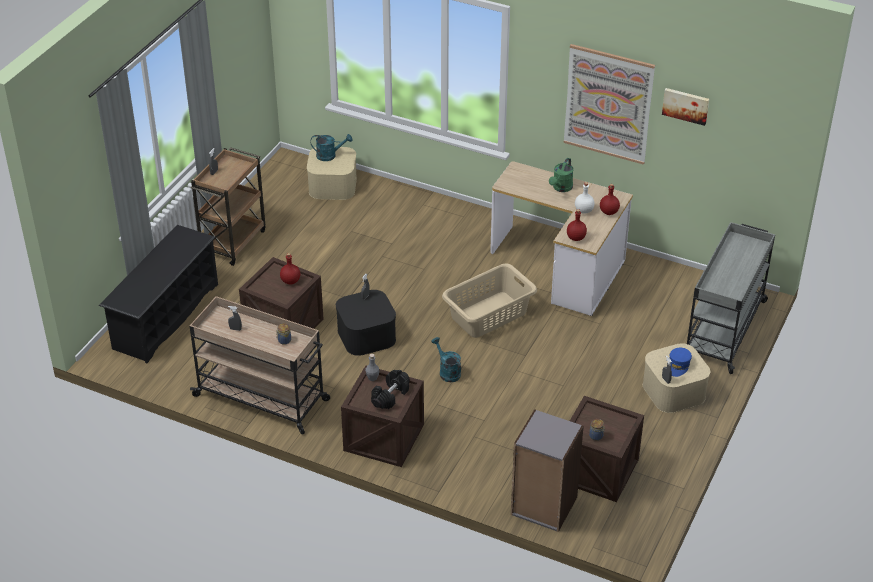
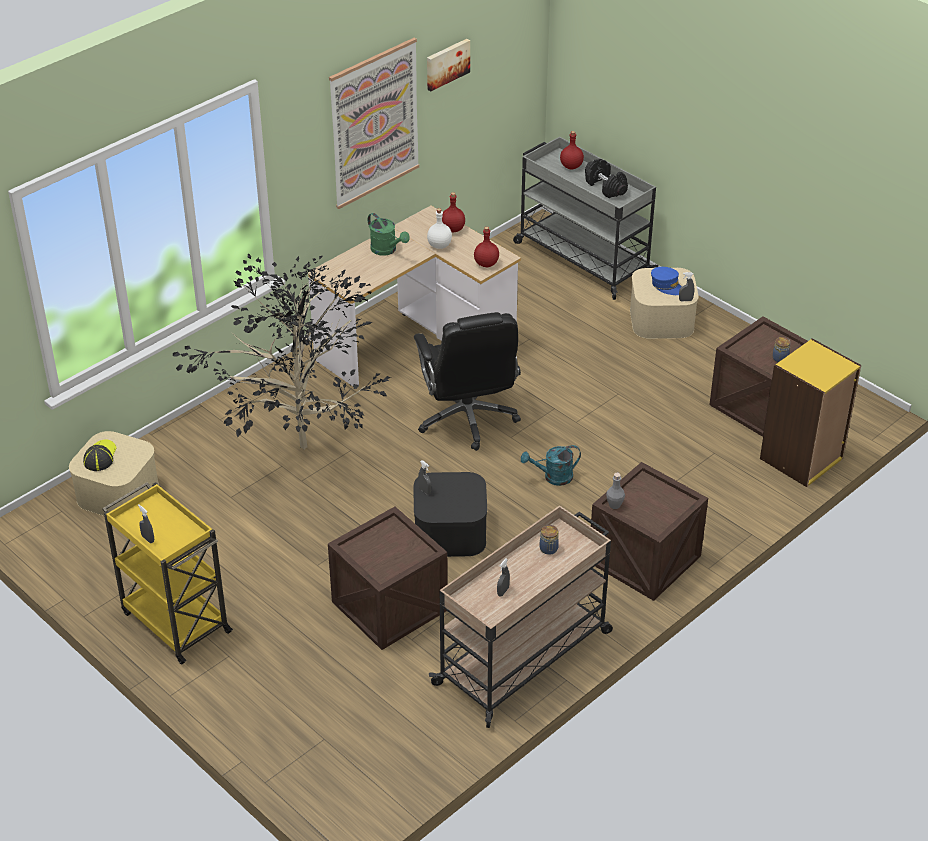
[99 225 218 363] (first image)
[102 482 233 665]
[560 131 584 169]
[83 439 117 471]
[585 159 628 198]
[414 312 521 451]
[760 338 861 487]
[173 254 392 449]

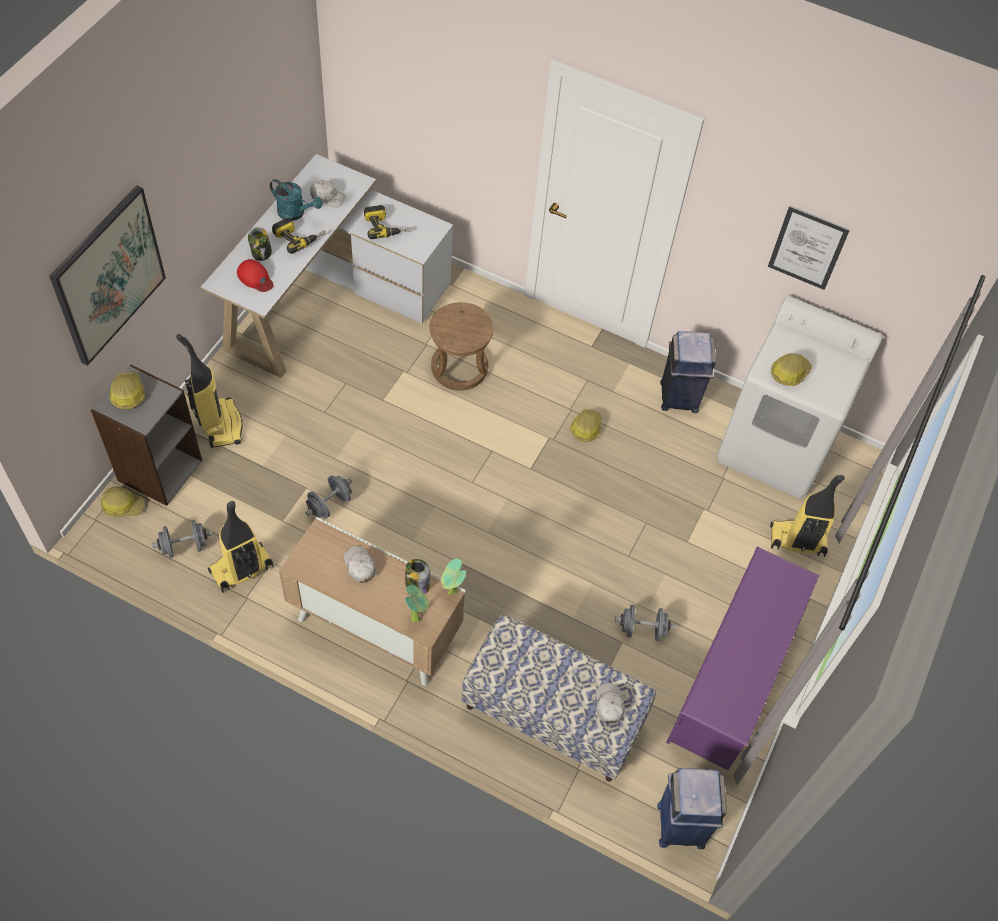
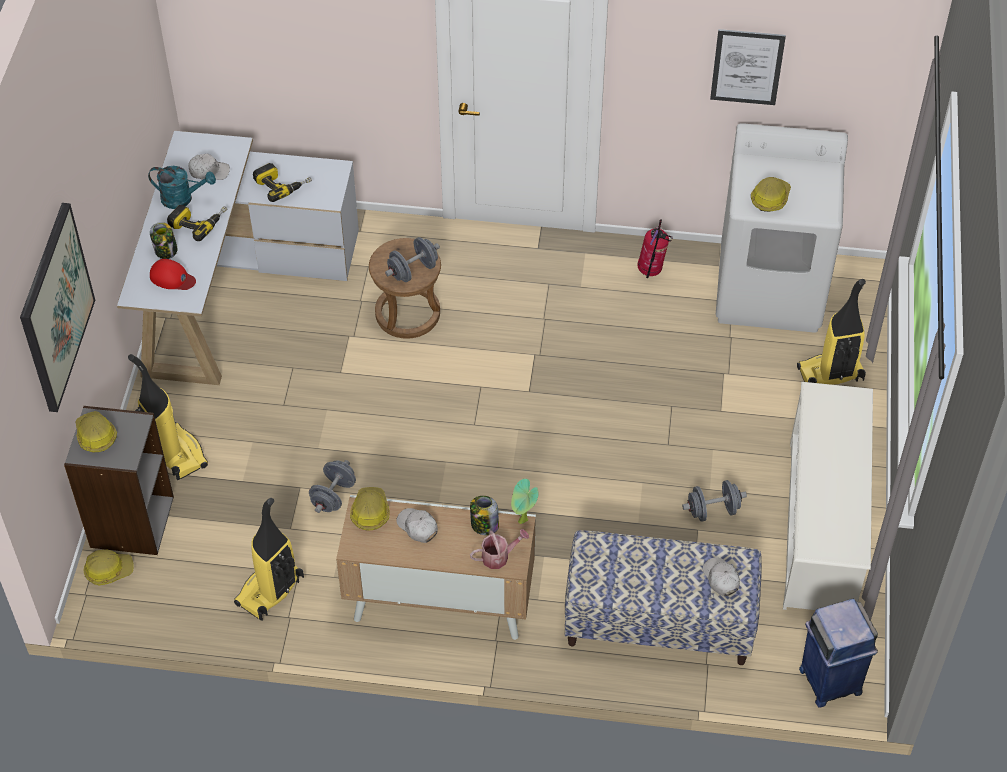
[385 237 440 282]
[470 529 529 569]
[350 487 390 531]
[637 219 673 278]
[783 382 873 610]

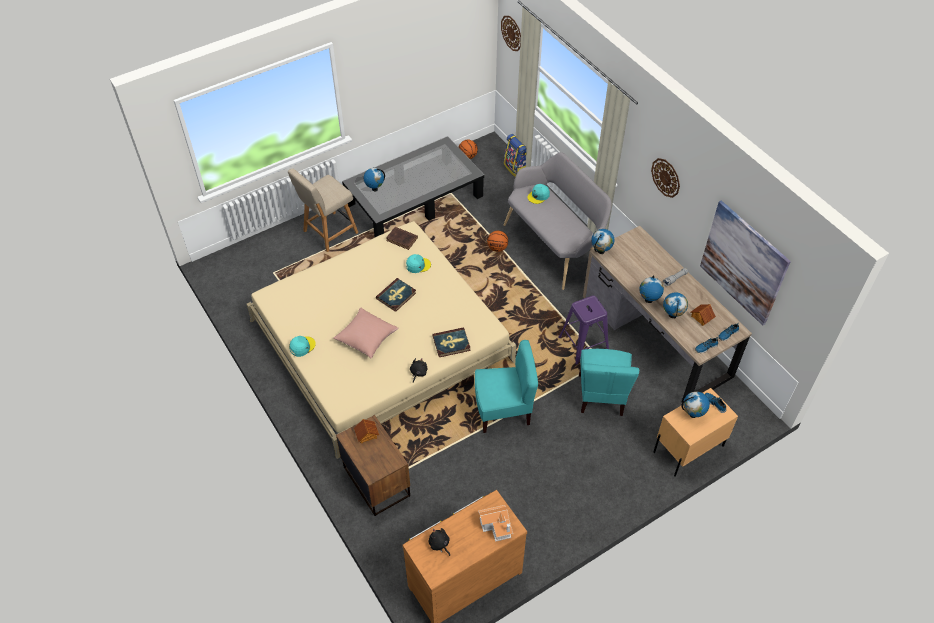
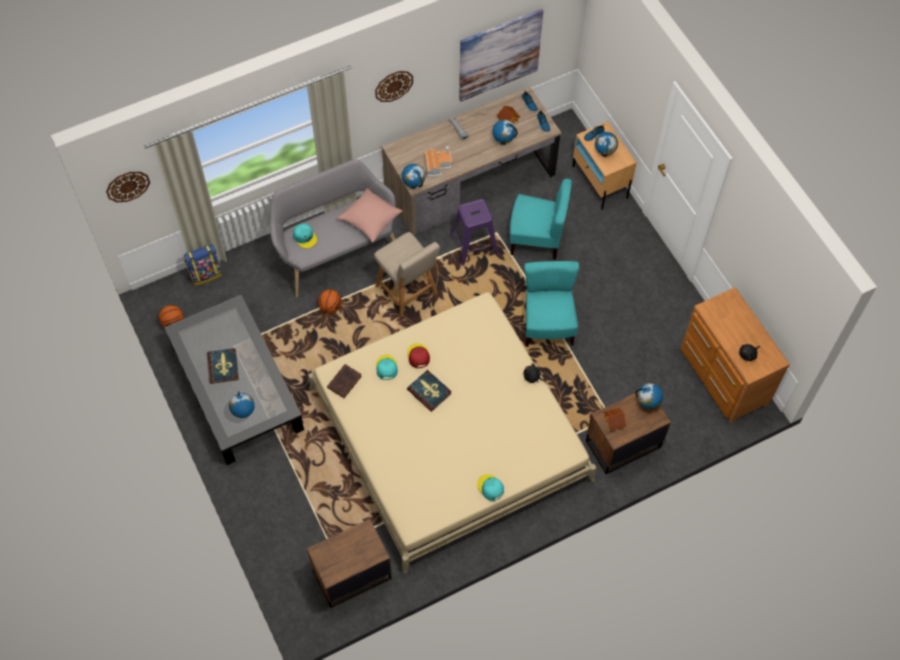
[374 232 440 317]
[337 188 403 242]
[207 348 239 384]
[425 146 452 177]
[635 383 663 409]
[307 519 391 608]
[407 343 430 368]

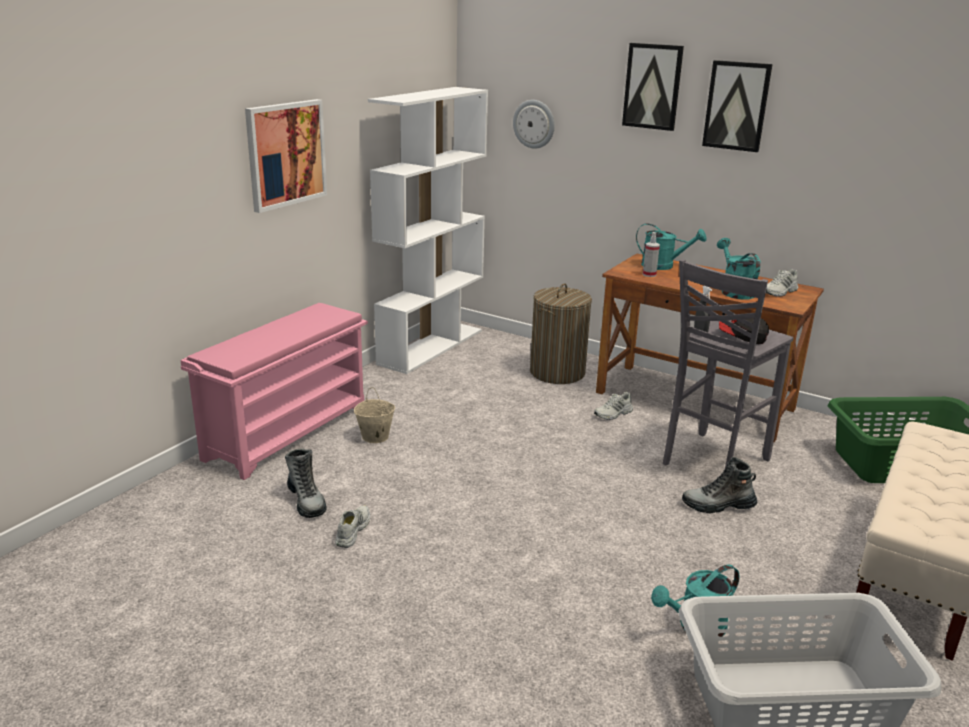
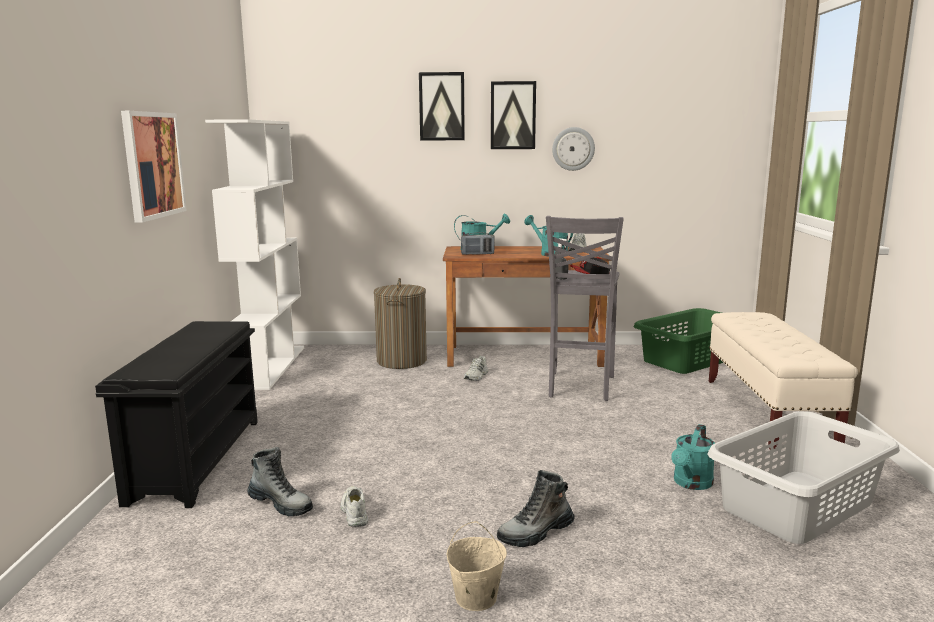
[95 321 258 508]
[446 521 507 611]
[552 127 595 171]
[461 232 495 255]
[497 470 575 547]

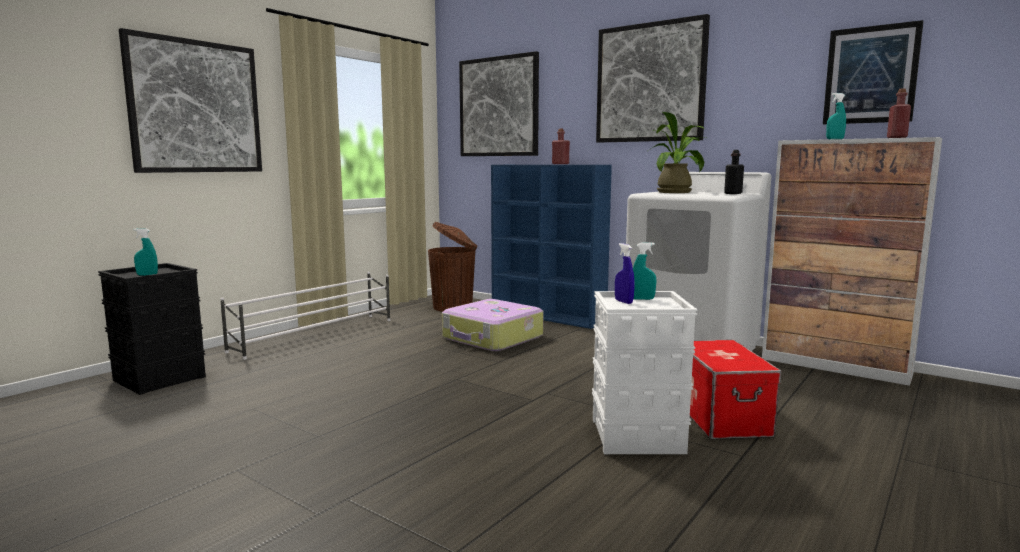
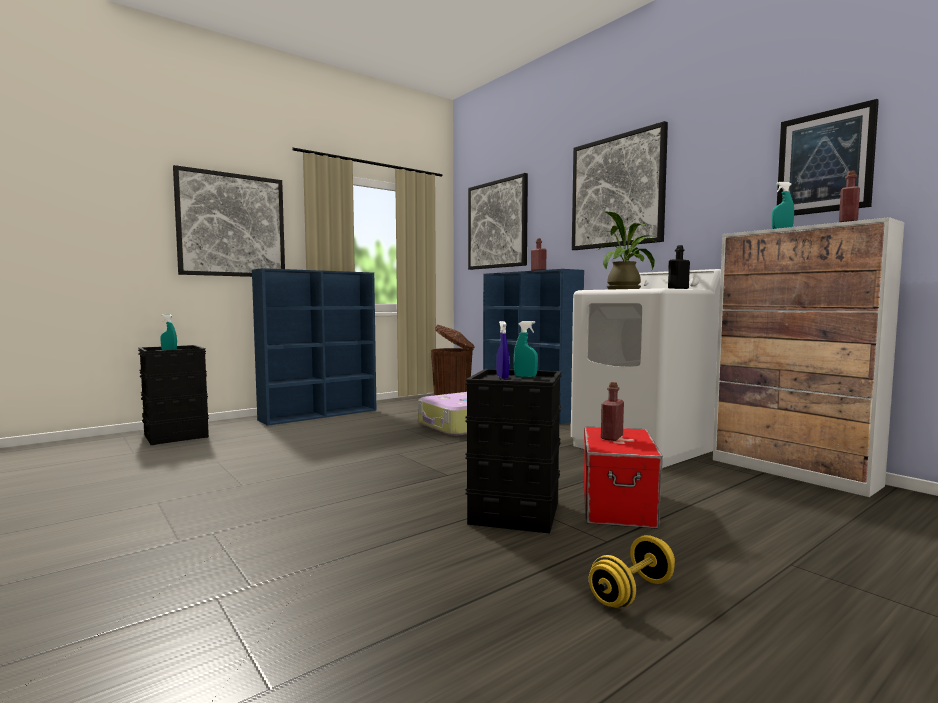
[252 268 376 426]
[465 369 562 534]
[589 535 675 608]
[601 382 624 441]

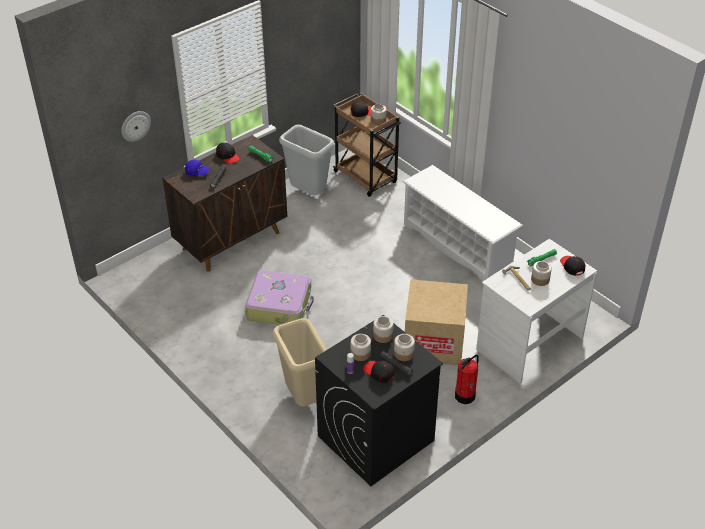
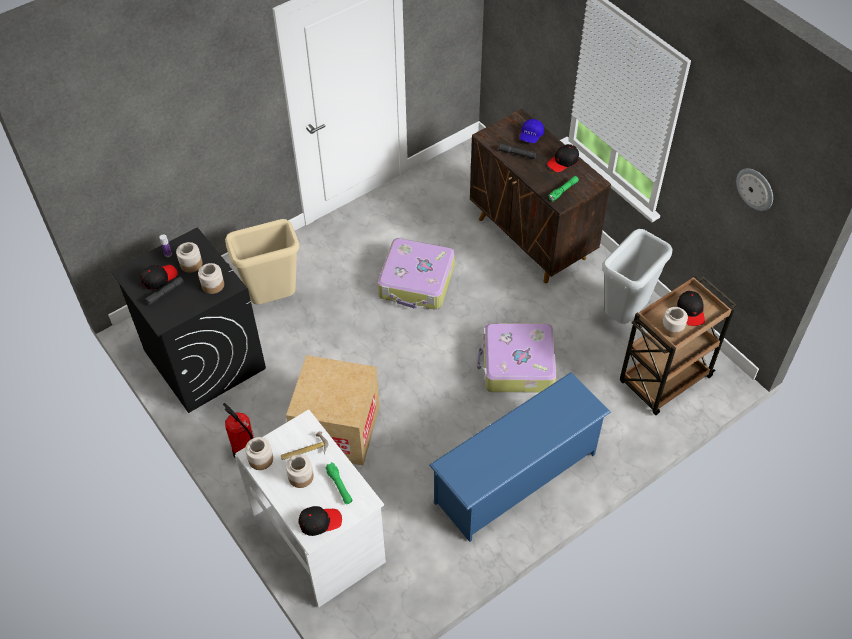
[736 168 773 211]
[245 437 273 470]
[429 372 611 542]
[477 323 557 392]

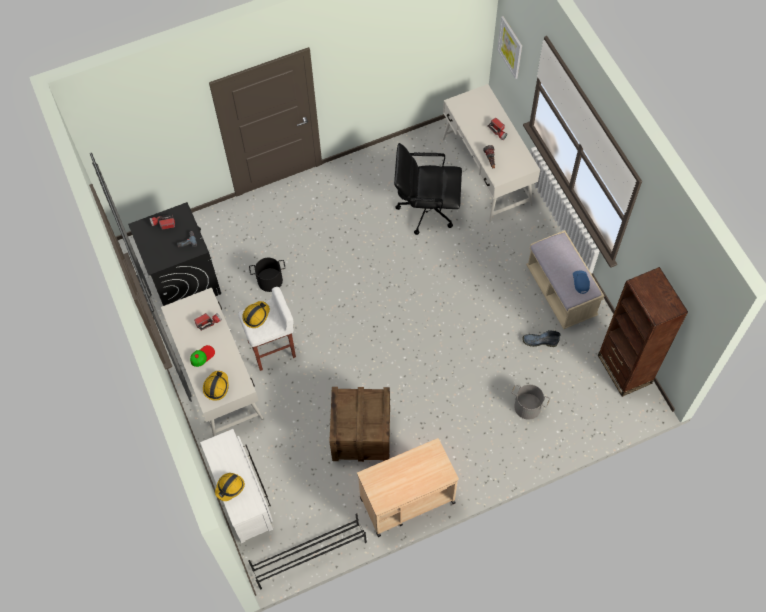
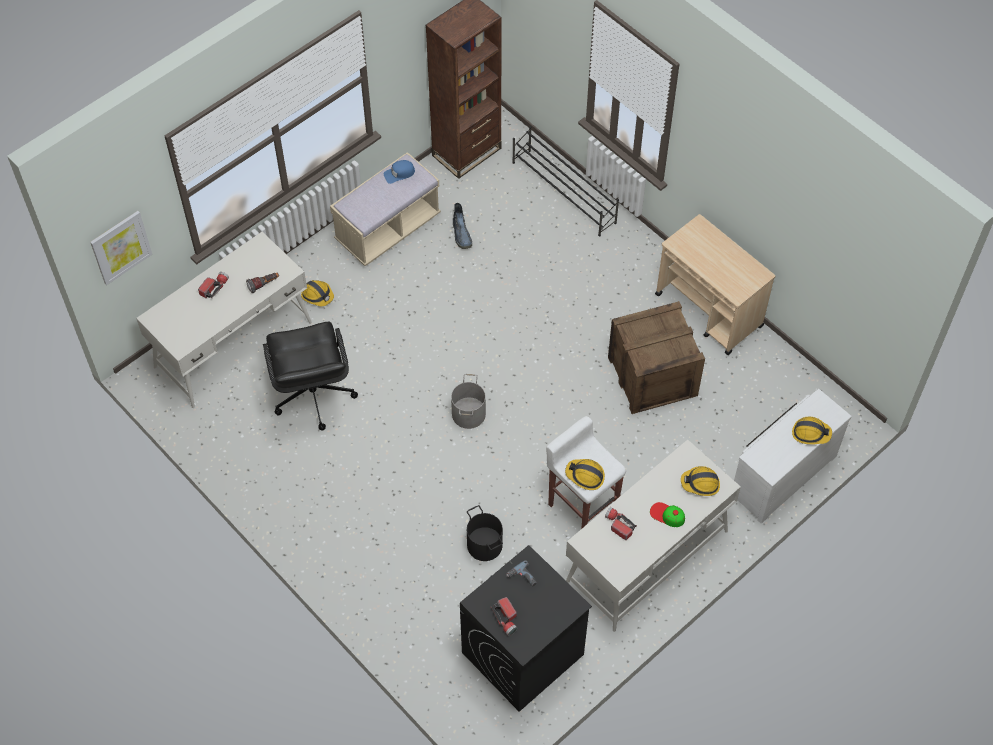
[512 126 619 236]
[451 374 486 429]
[301 280 334 306]

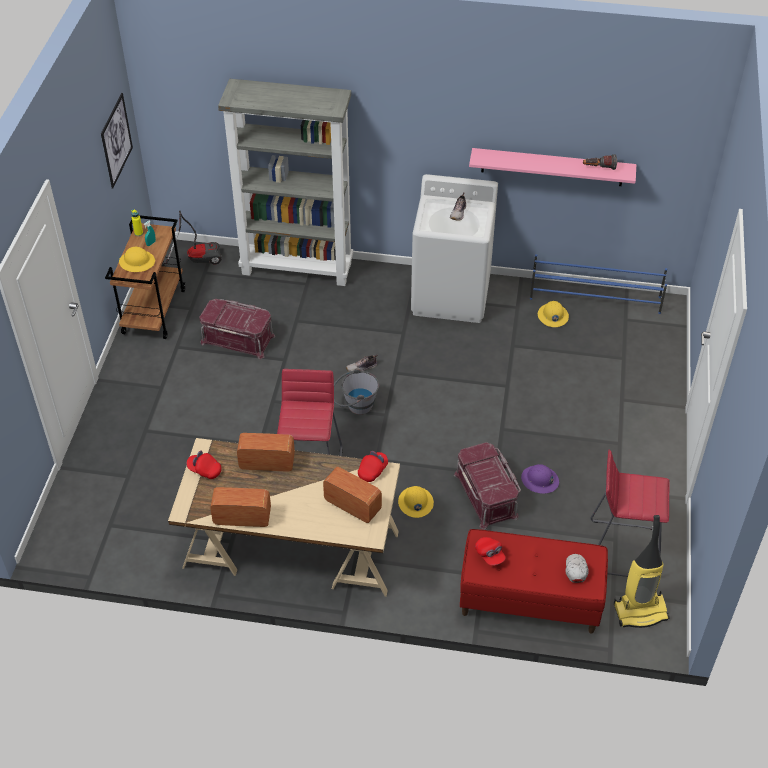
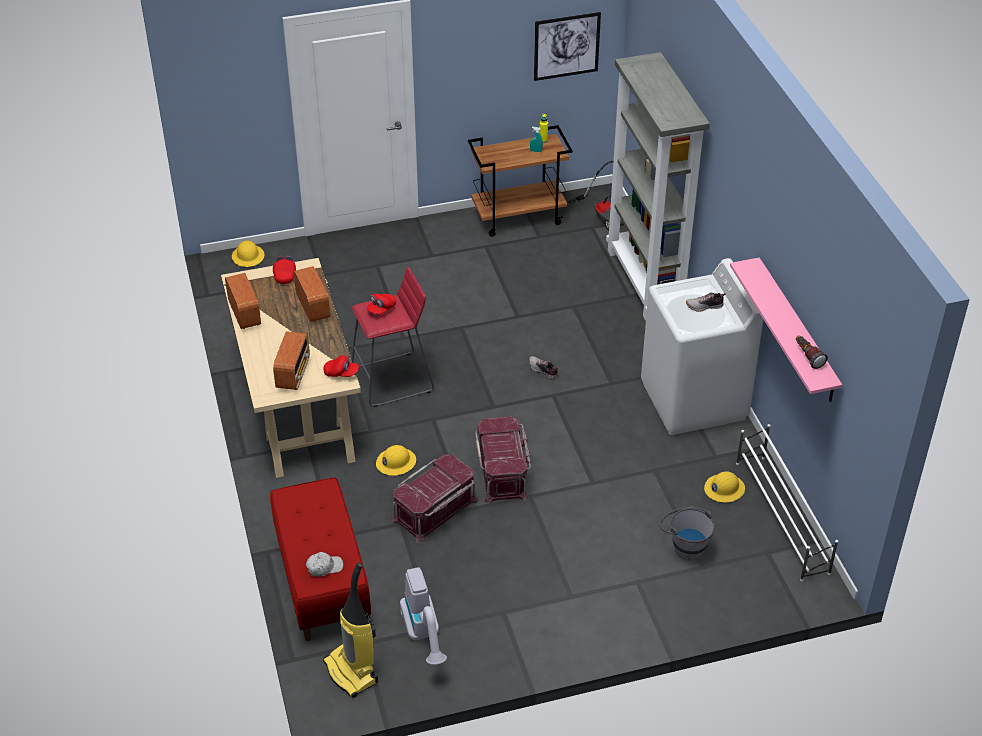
[232 241 264 267]
[475 416 531 504]
[659 507 715 560]
[366 294 396 314]
[521 464 559 494] (first image)
[736 424 838 582]
[400 567 447 665]

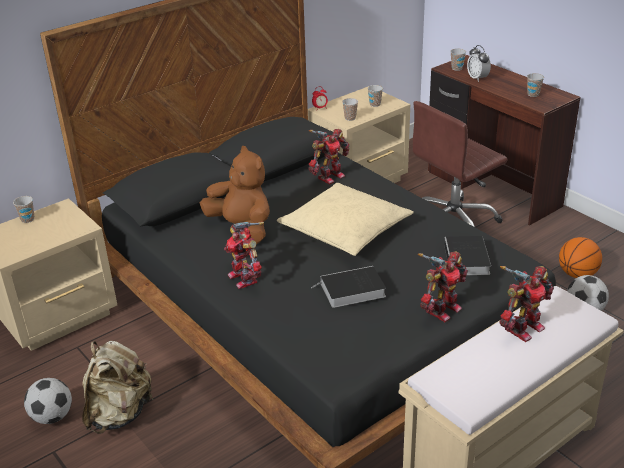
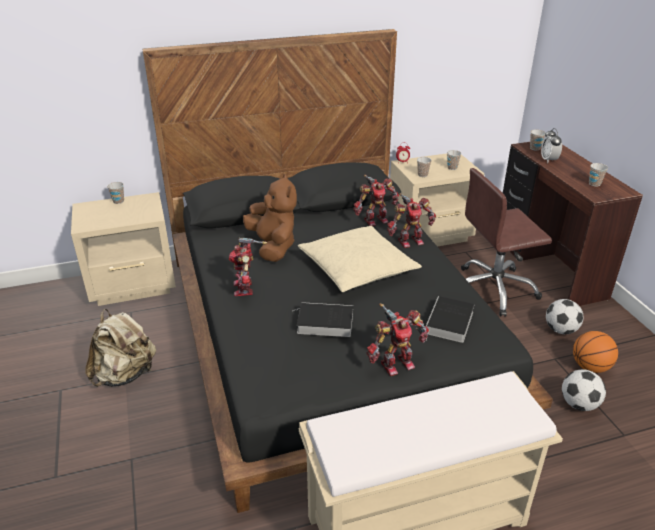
[546 299 583 334]
[387 193 436 248]

